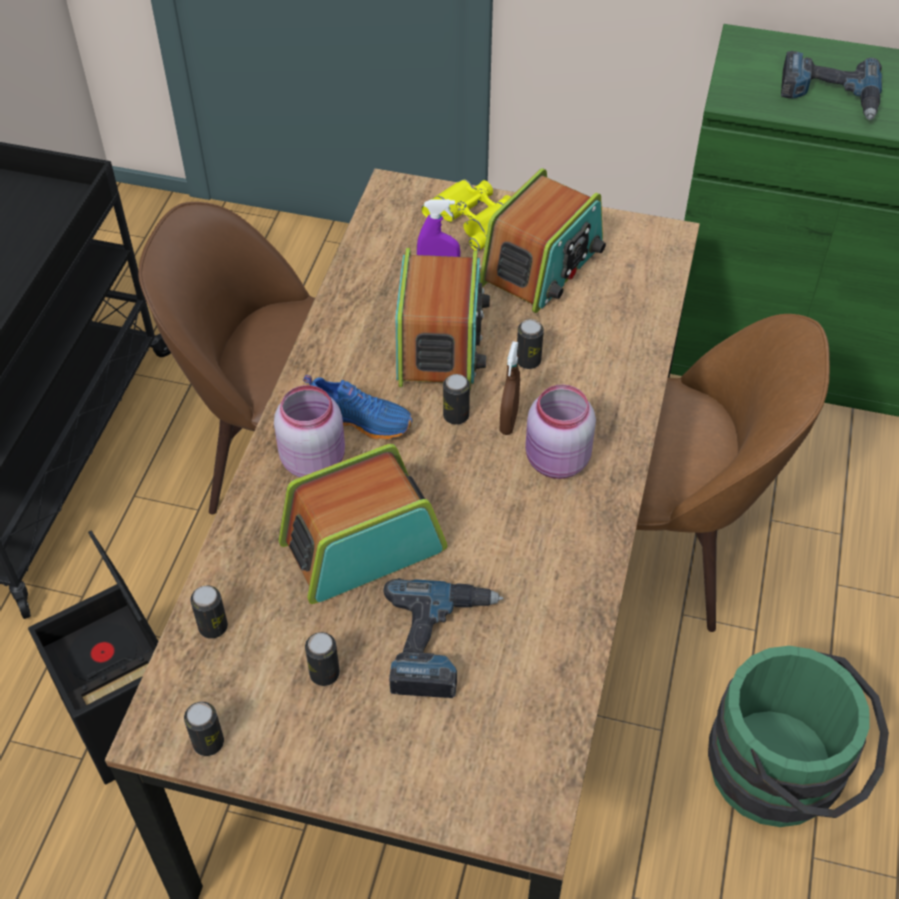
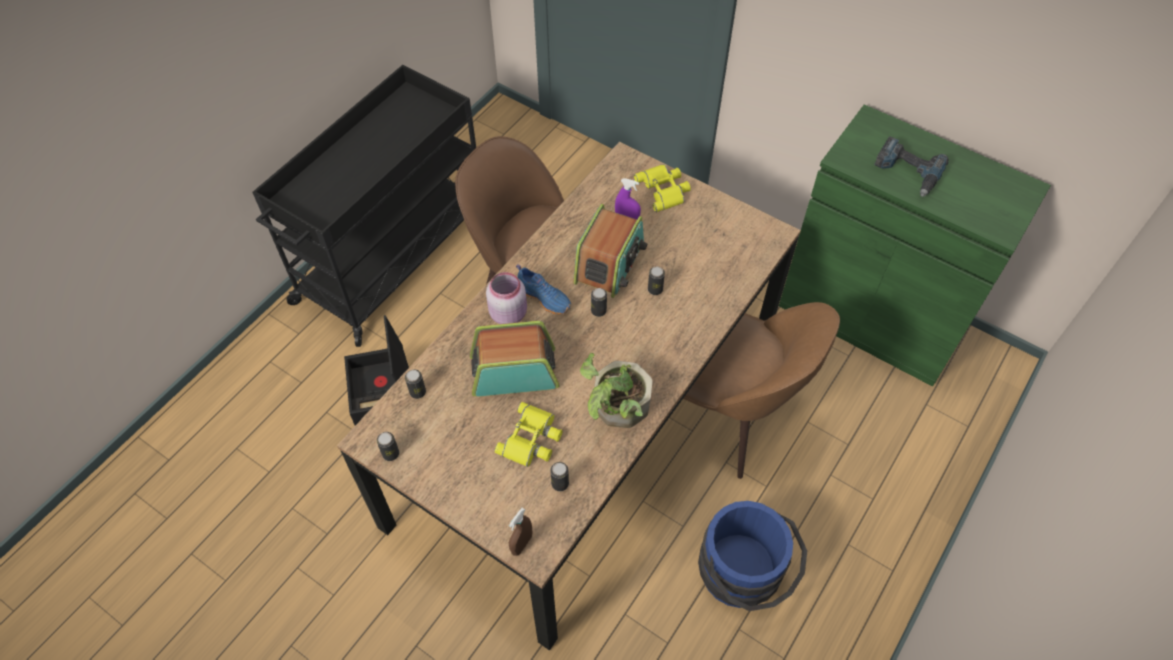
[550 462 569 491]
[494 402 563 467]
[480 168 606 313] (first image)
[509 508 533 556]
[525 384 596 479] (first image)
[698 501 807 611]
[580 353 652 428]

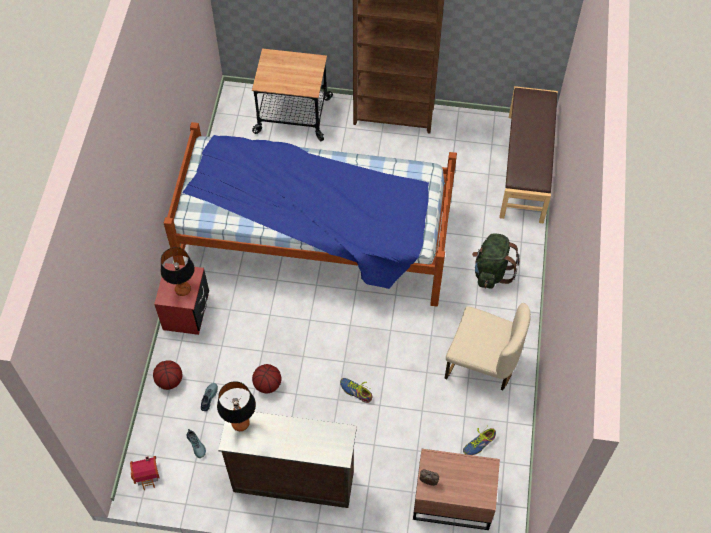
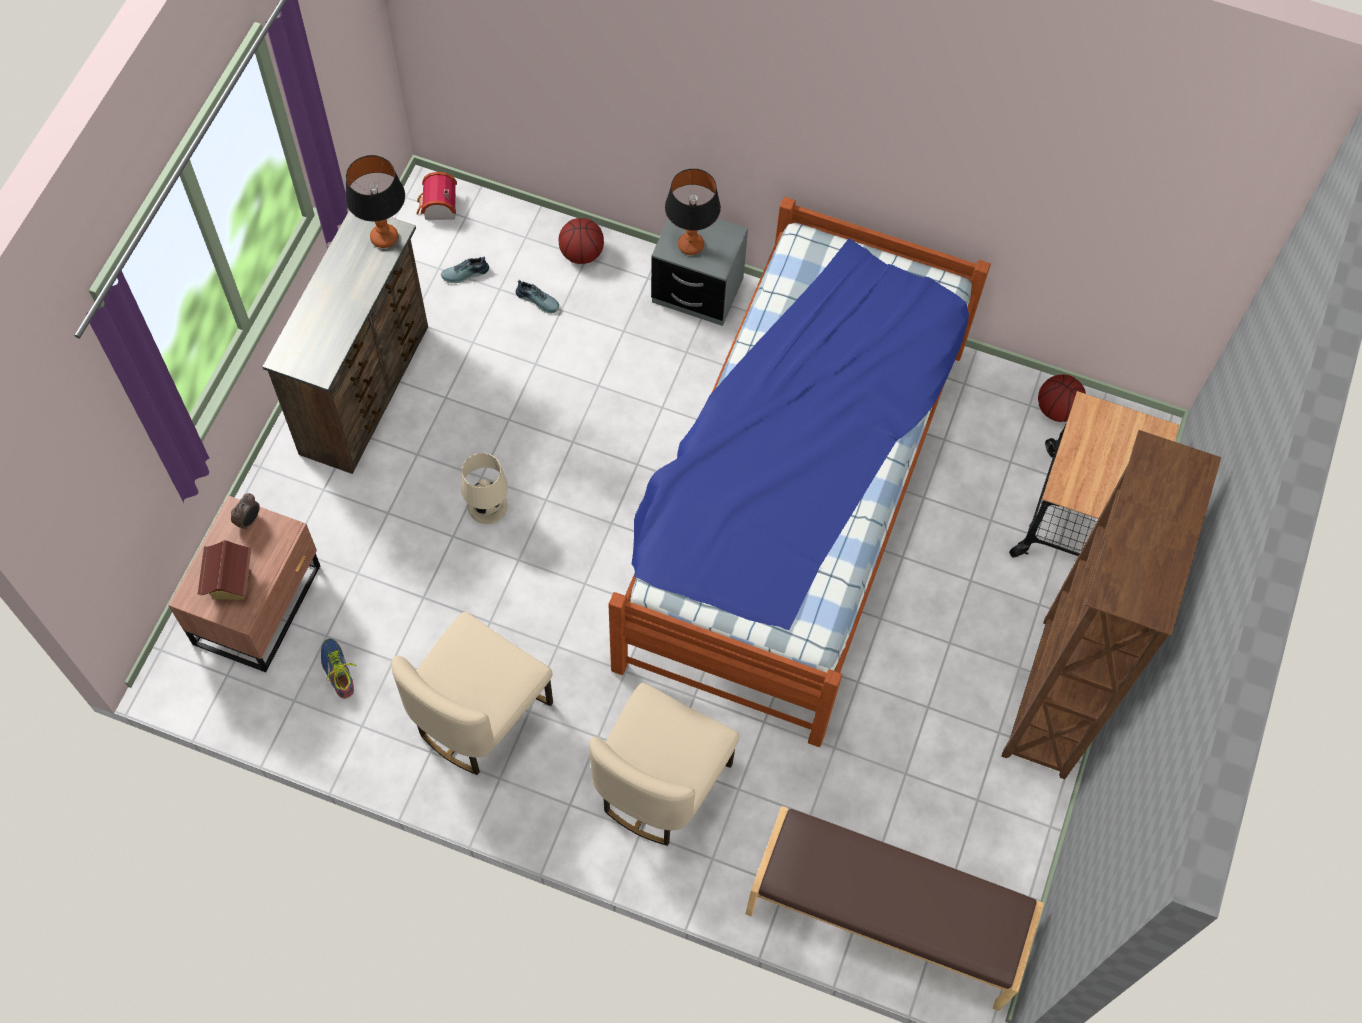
[651 219 748 326]
[1038 374 1086 422]
[461 453 508 524]
[589 683 739 846]
[198 540 252 600]

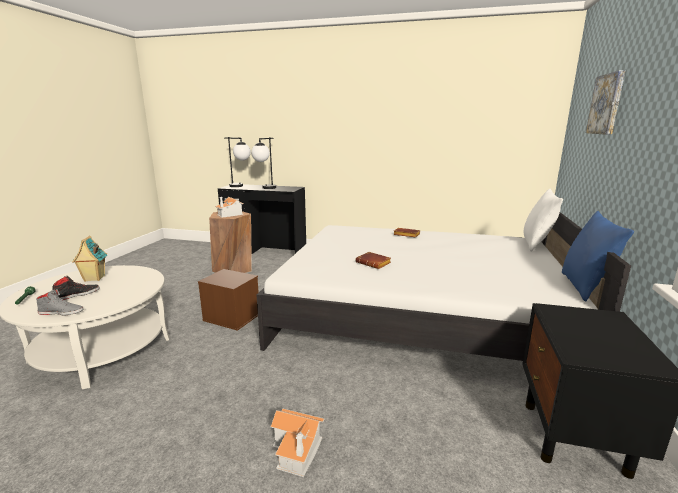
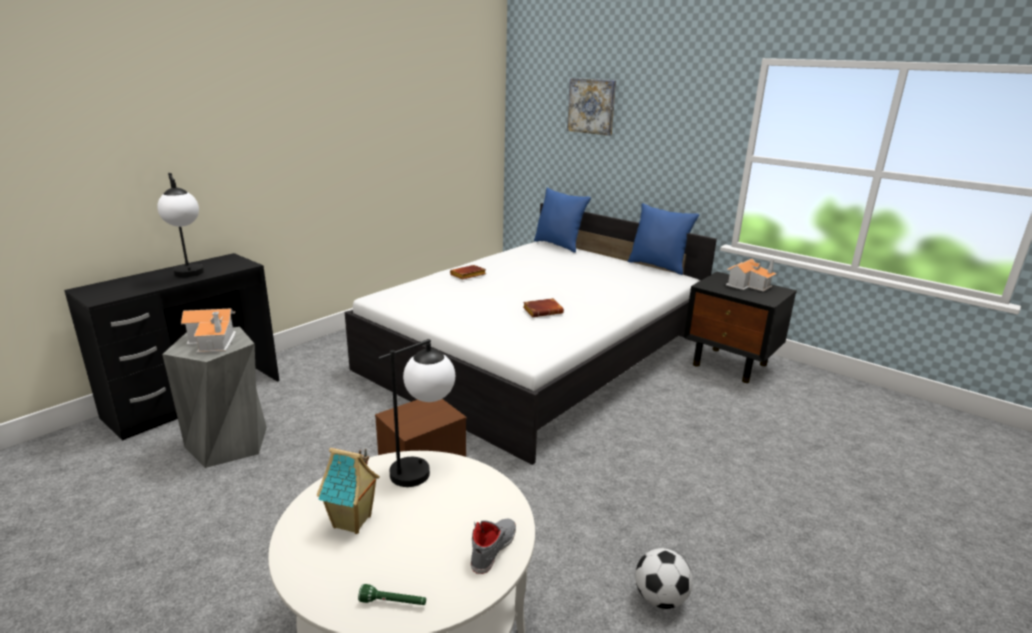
[52 276 100 300] (first image)
[162 327 267 468]
[378 339 455 487]
[726 258 777 292]
[534 187 591 253]
[635 548 693 609]

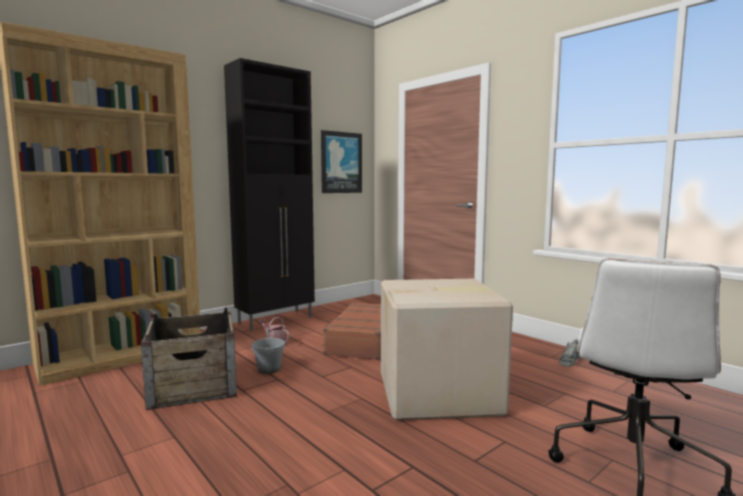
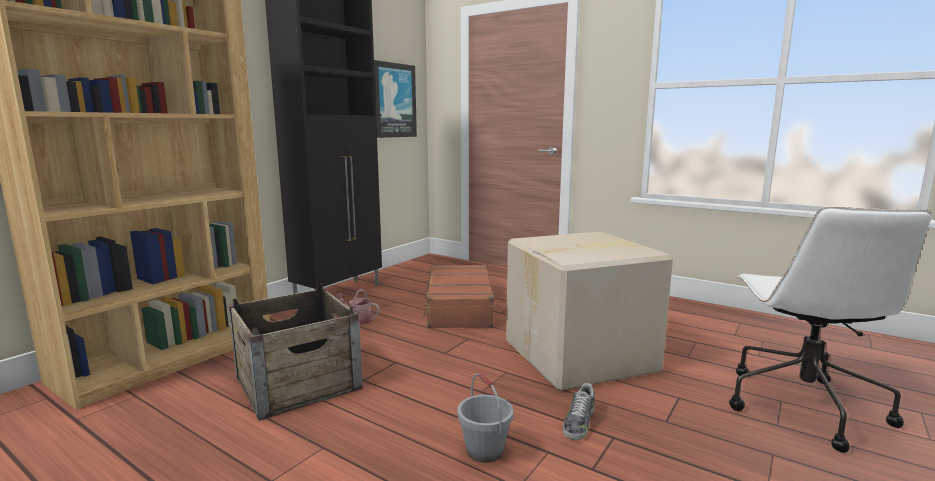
[457 373 513 463]
[563 383 595 440]

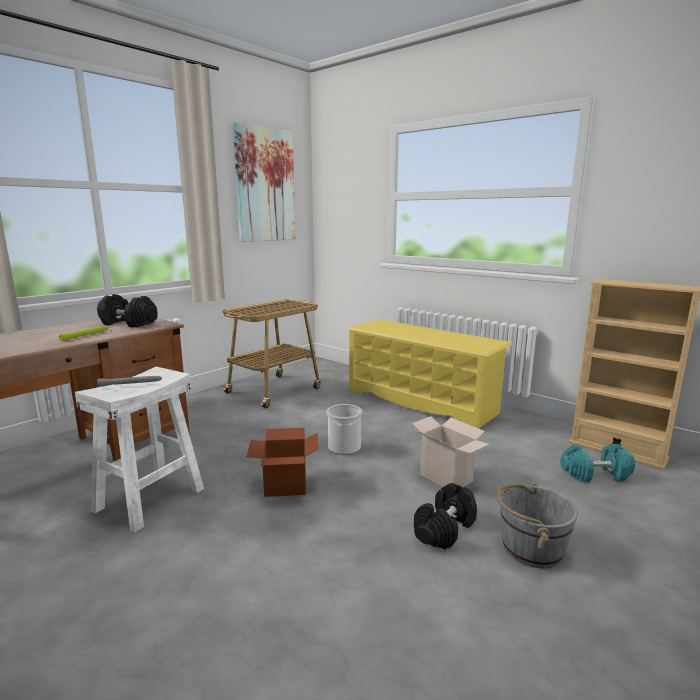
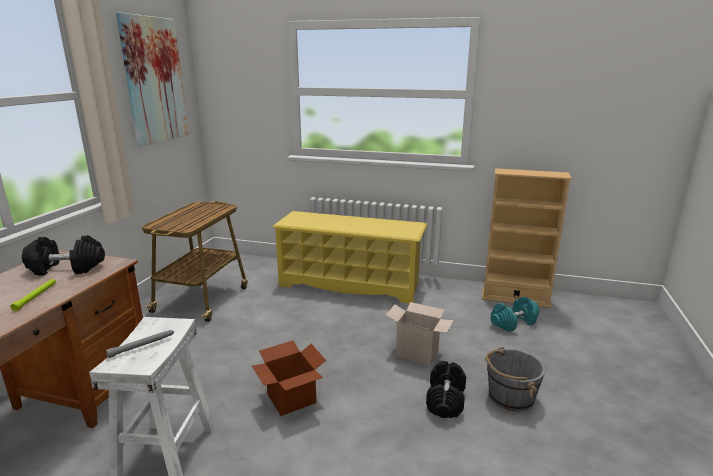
[326 404 363 455] (first image)

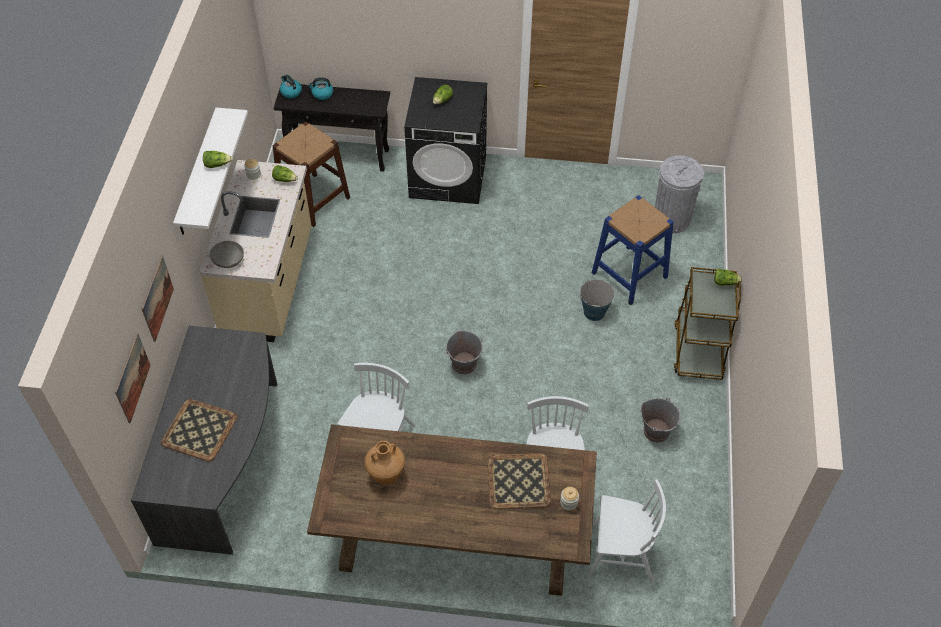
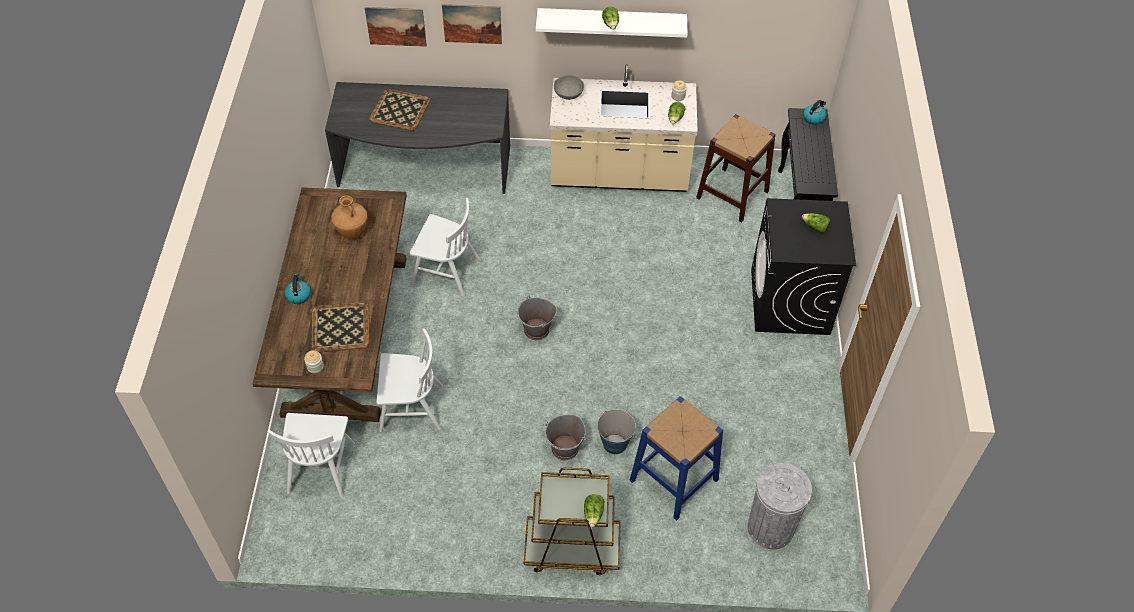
[284 273 311 304]
[544 414 586 460]

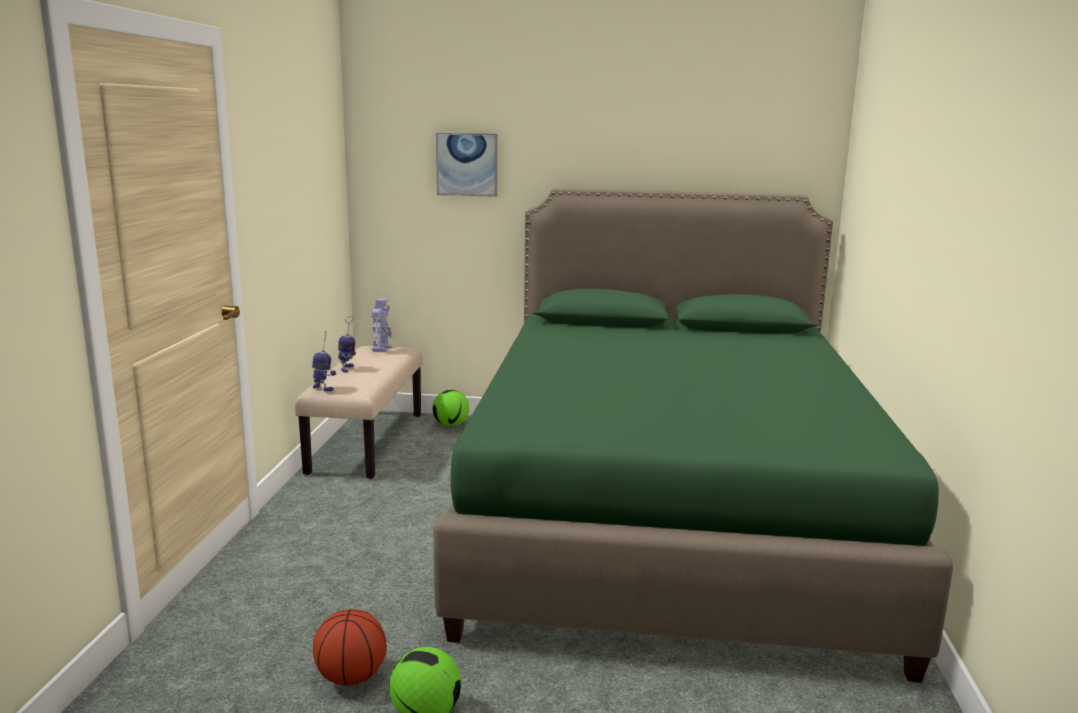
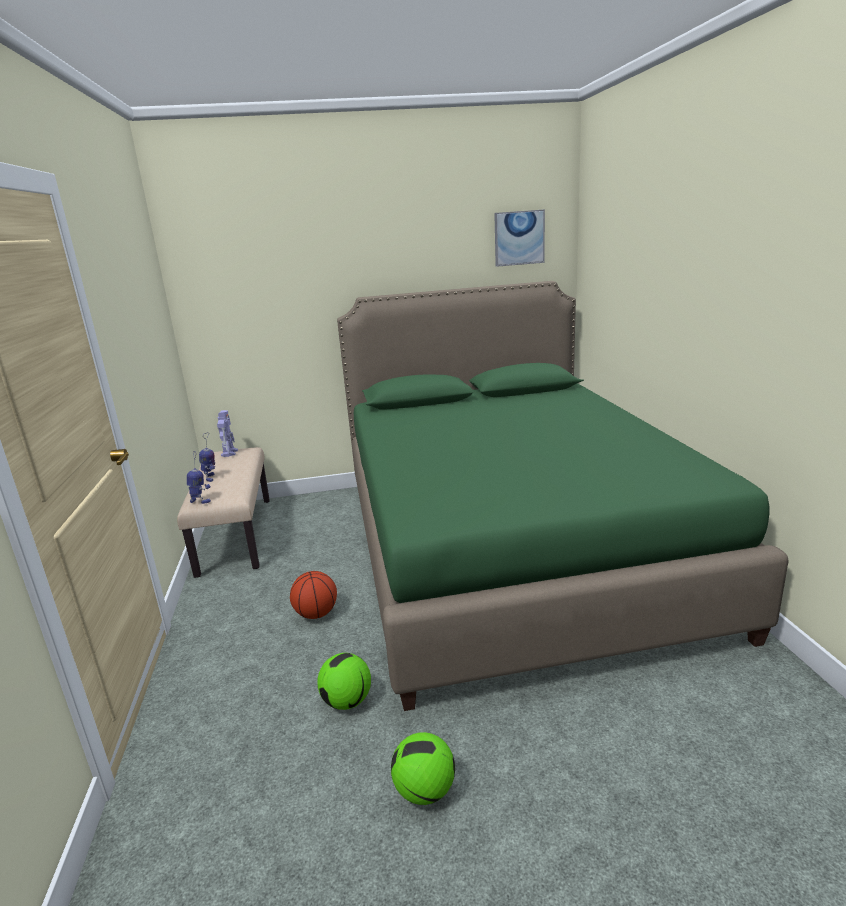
[290 571 337 619]
[317 653 371 710]
[494 209 545 267]

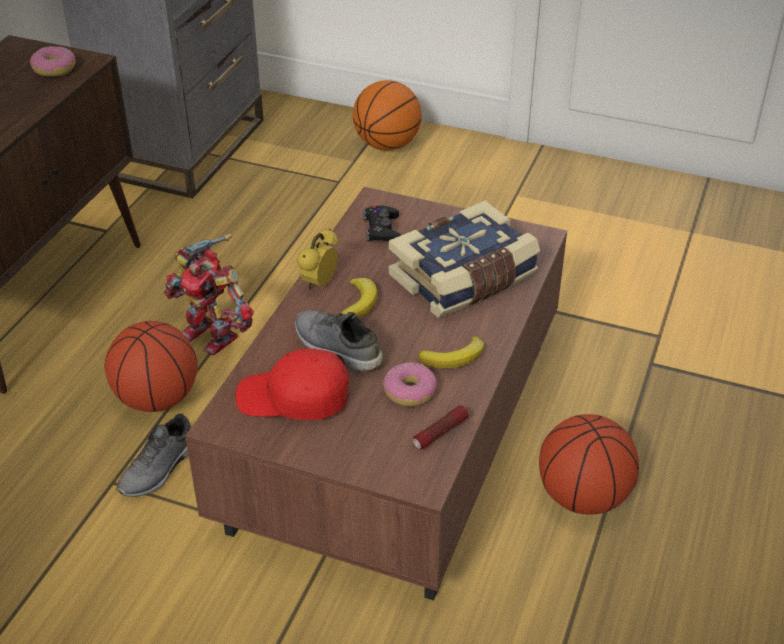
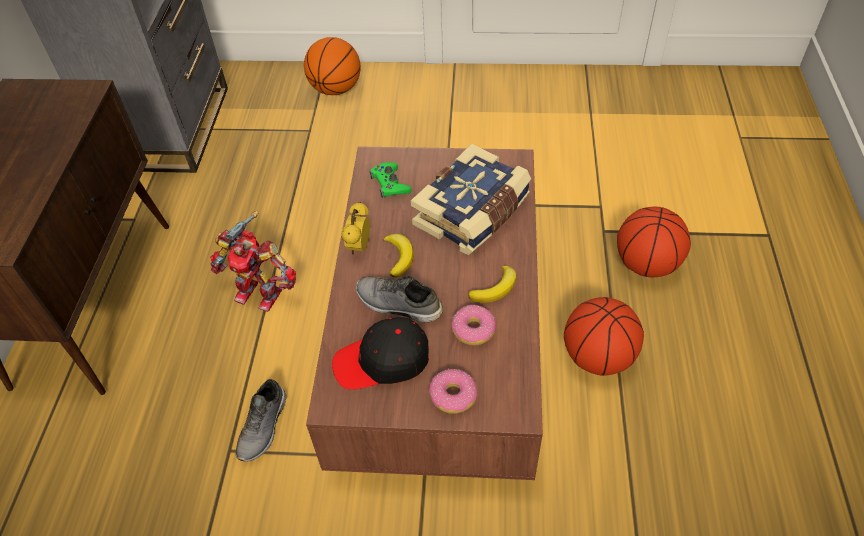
[429 369 478 414]
[617 207 691 277]
[332 317 429 390]
[369 162 412 198]
[413 405 469 449] (first image)

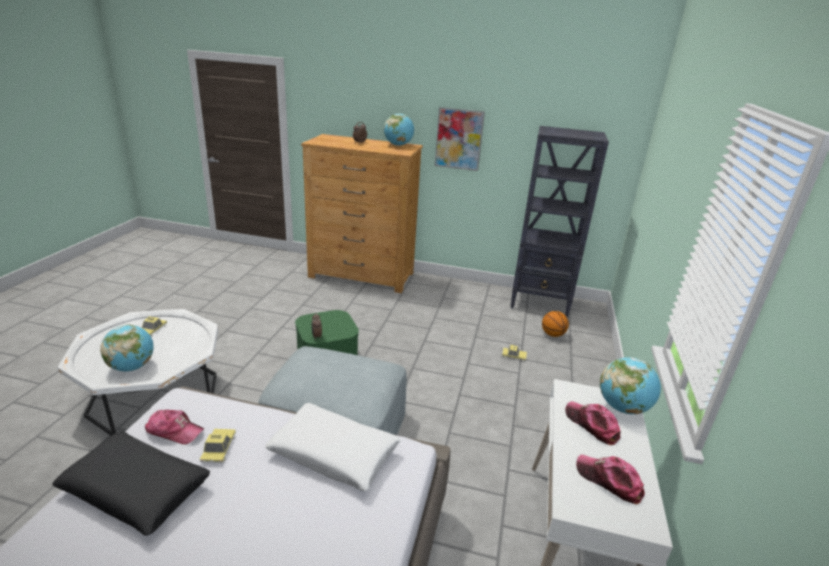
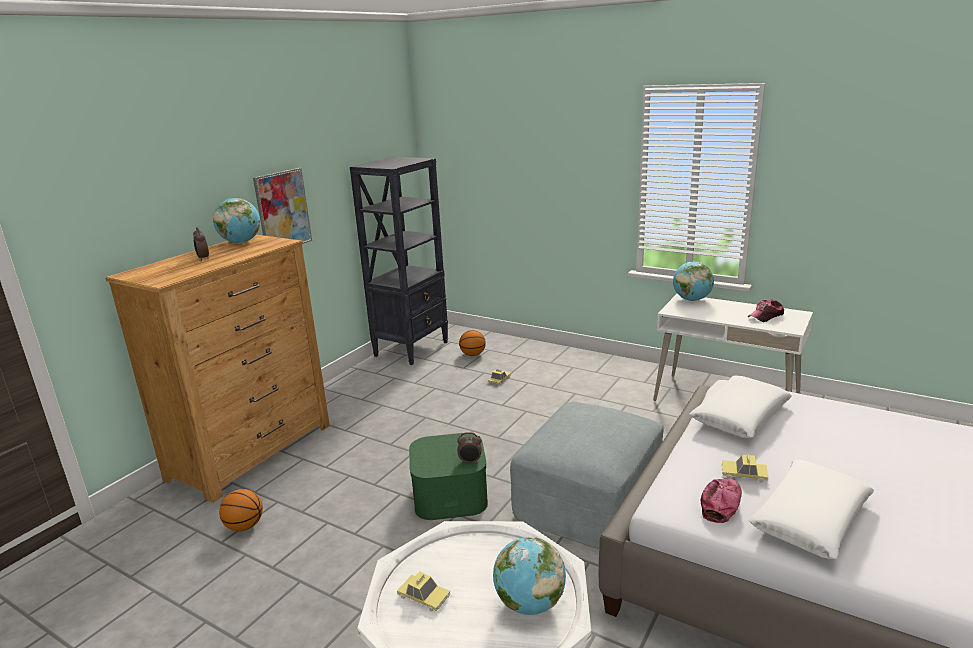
[748 460 874 559]
[565 401 621 445] (first image)
[219 489 263 531]

